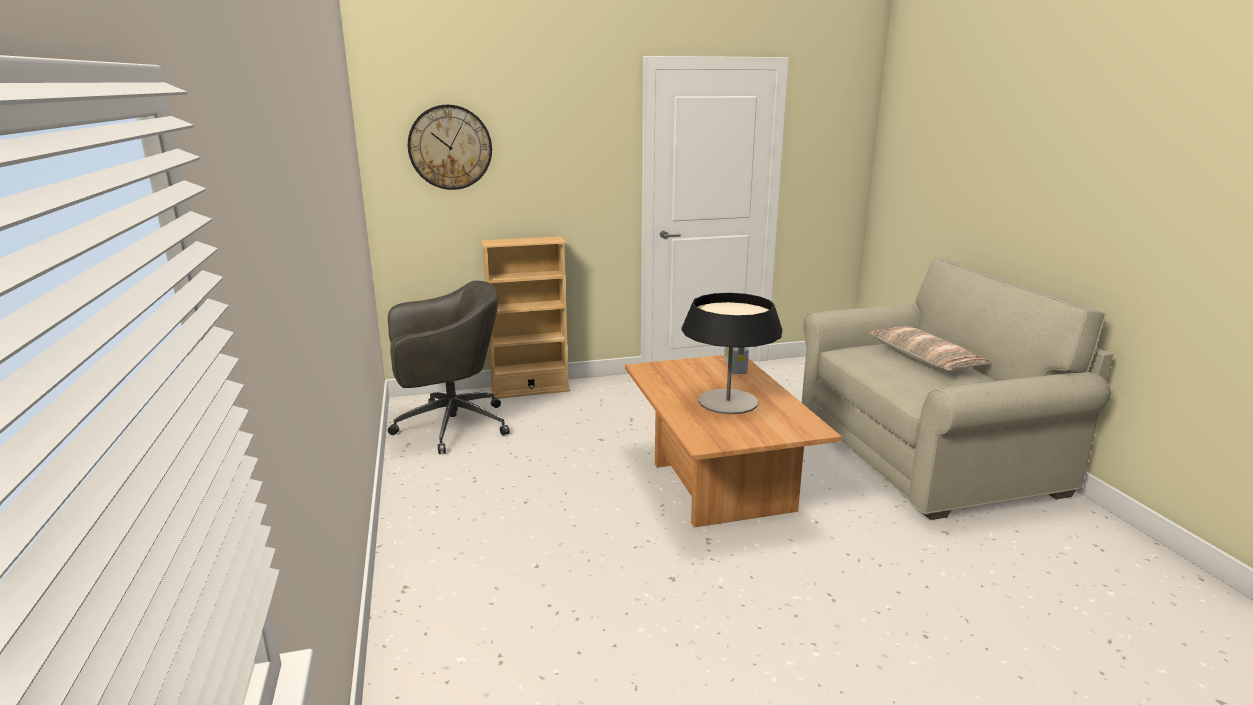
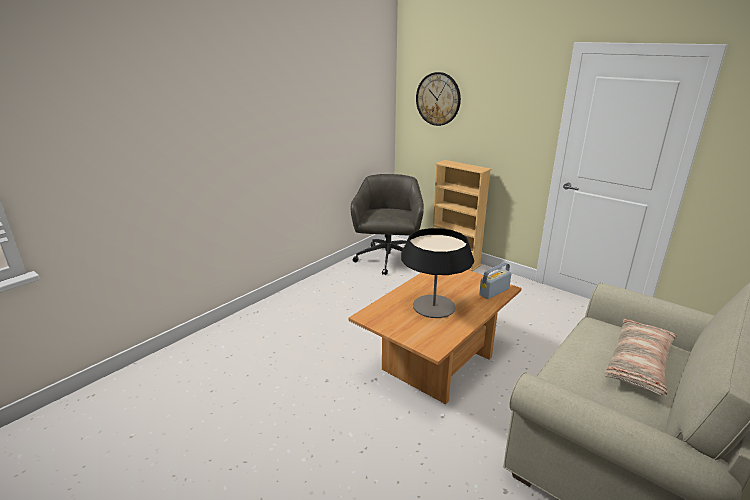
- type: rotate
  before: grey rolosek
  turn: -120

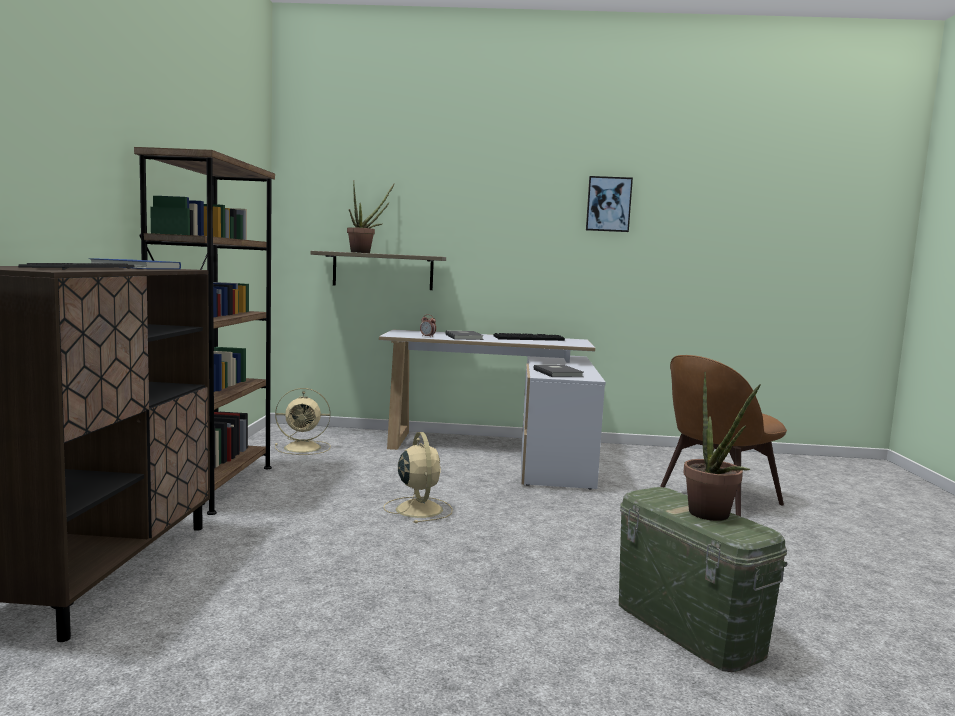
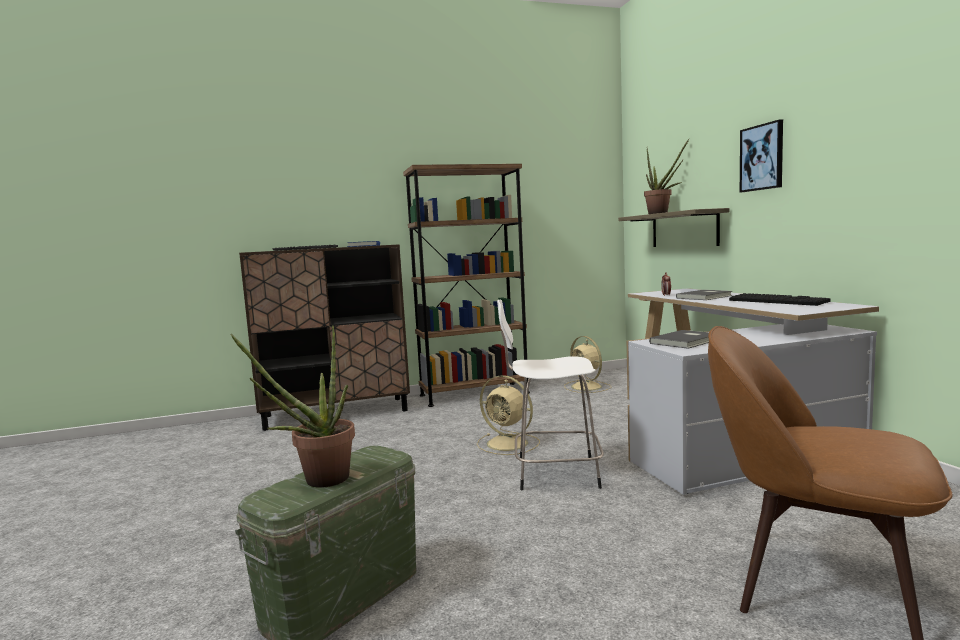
- type: rotate
  before: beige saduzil (2nd from left in the first image)
  turn: 75
- type: move
  before: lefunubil
- type: insert
  after: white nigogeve

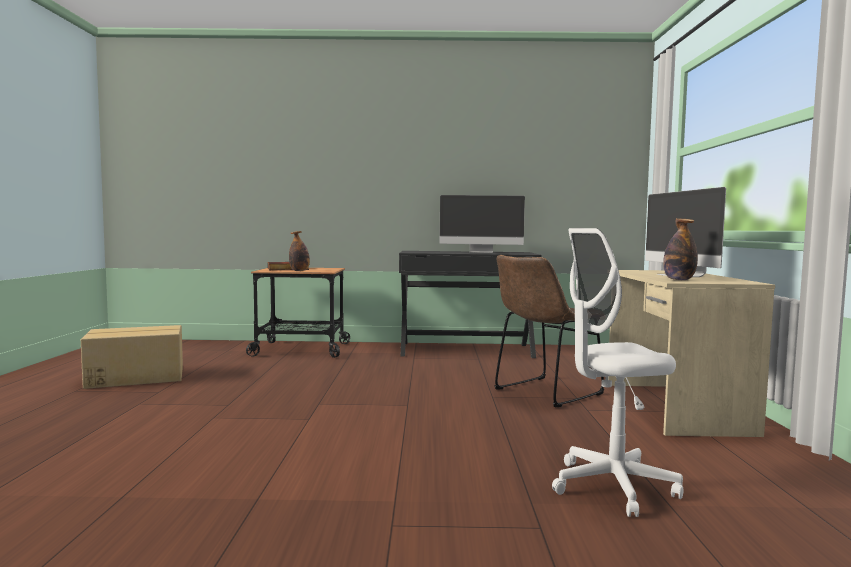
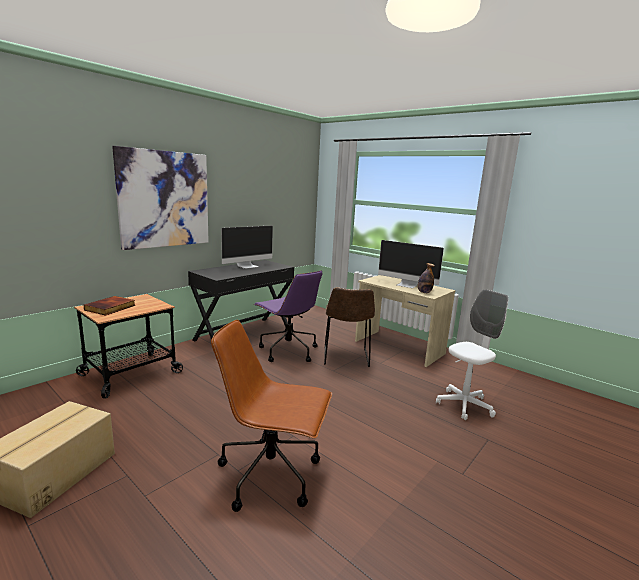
- type: delete
  before: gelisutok (1st from left)
- type: rotate
  before: white rolosek
  turn: -150
- type: insert
  after: lefunubil
- type: insert
  after: brown rolosek
- type: insert
  after: purple rolosek

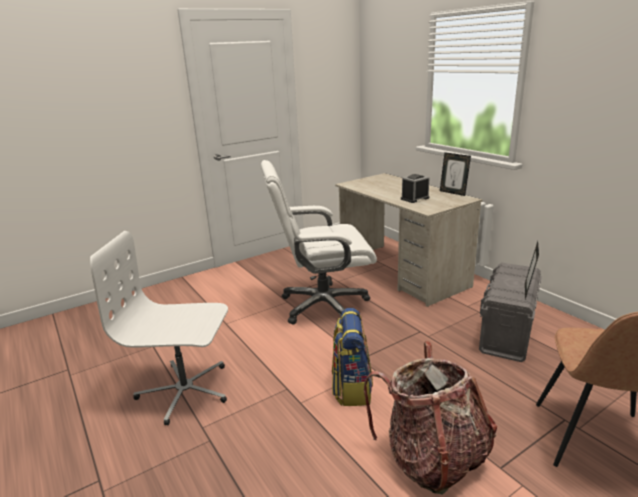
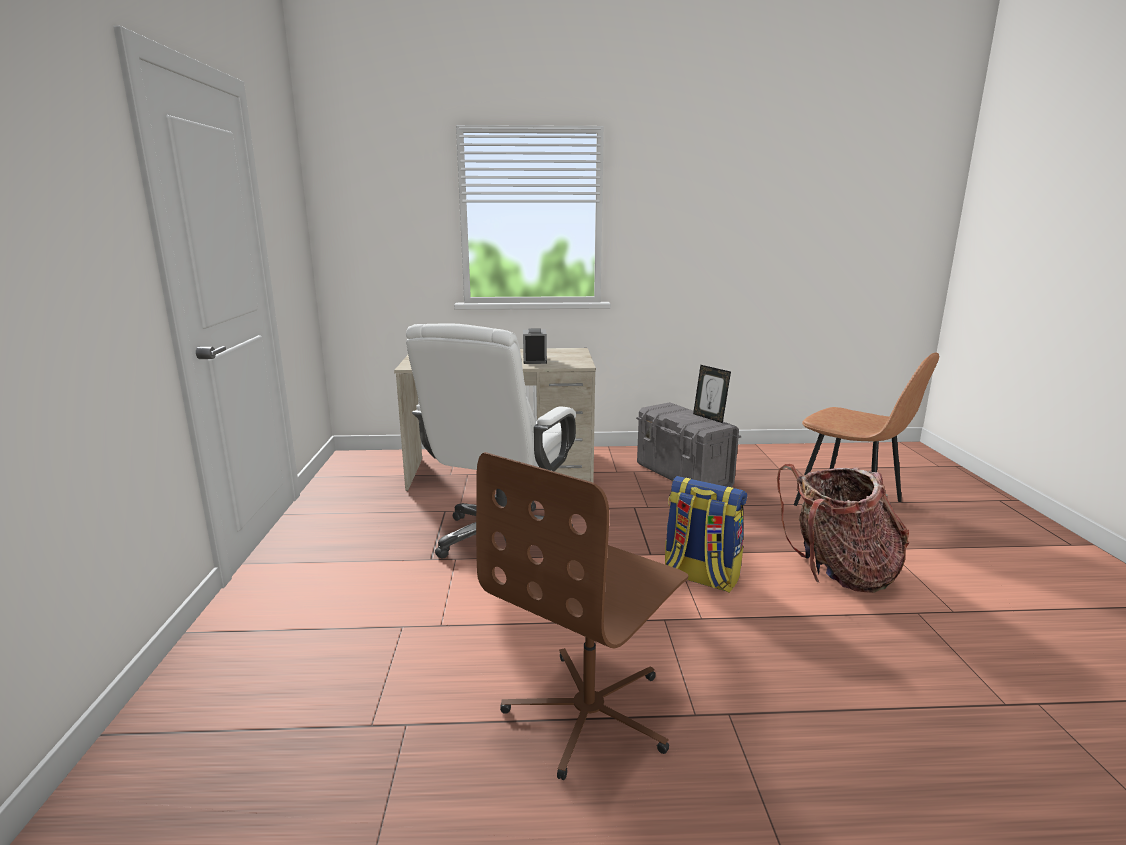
- type: recolor
  before: white rolosek (1st from left)
  after: brown rolosek
- type: delete
  before: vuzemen (1st from left)

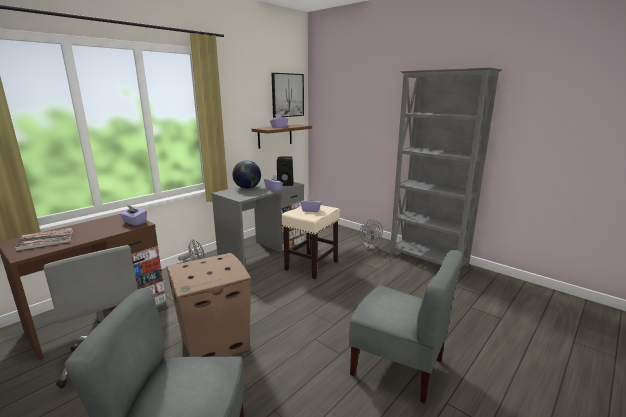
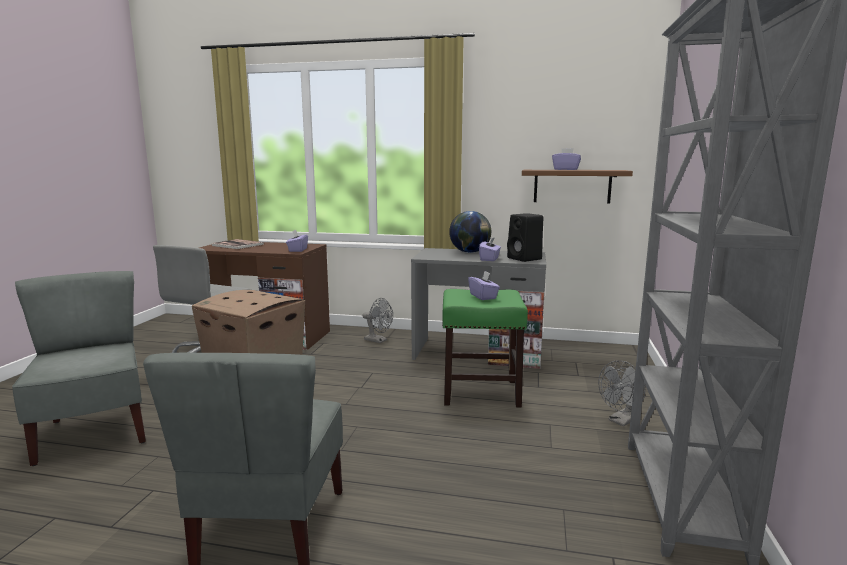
- type: delete
  before: lefunubil
- type: recolor
  before: beige nigogeve
  after: green nigogeve

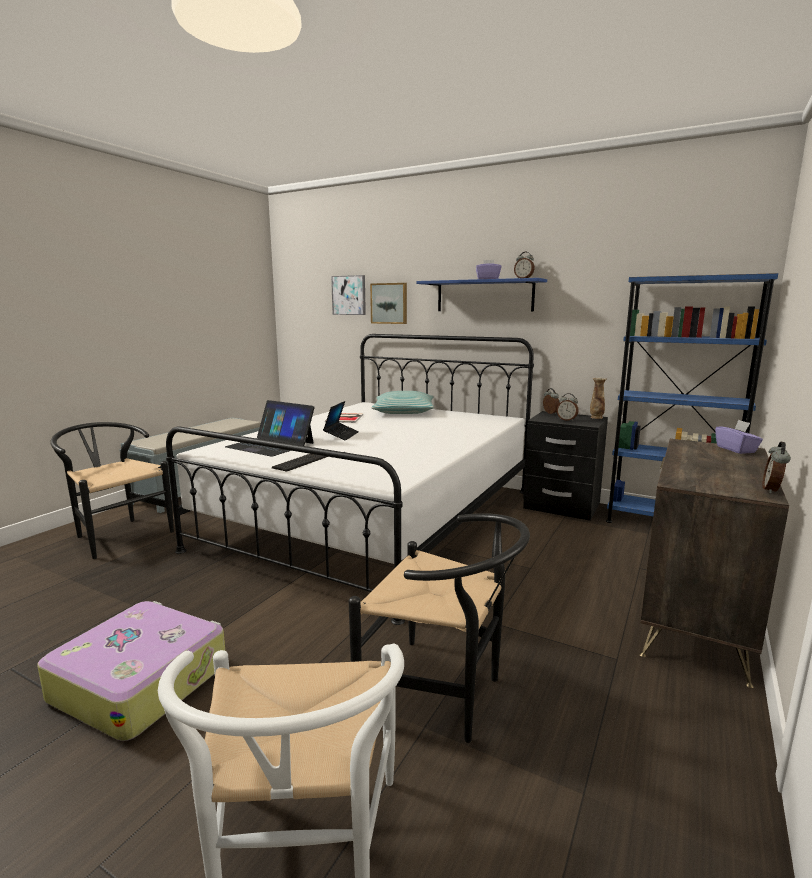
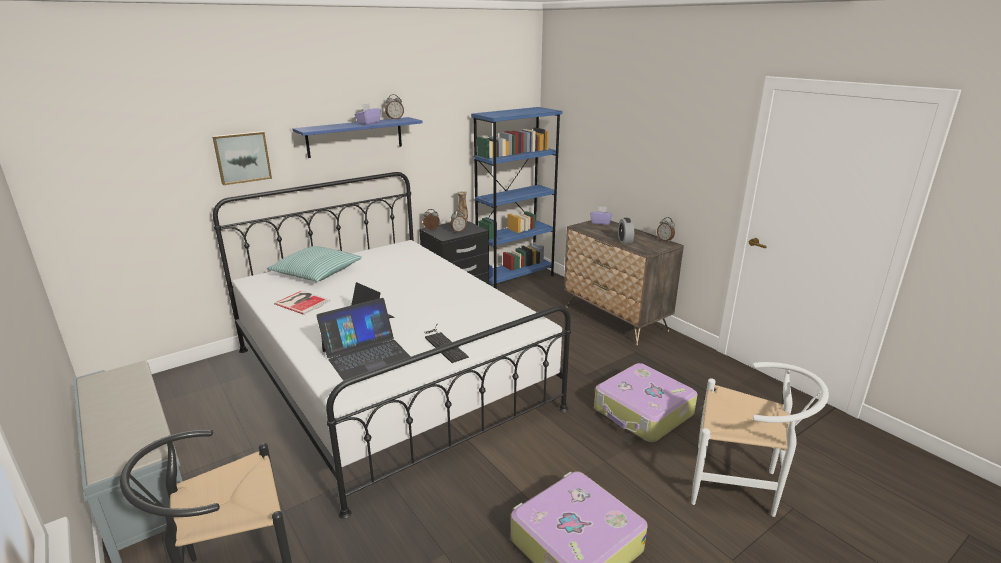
- type: delete
  before: lefunubil (1st from left)
- type: replace
  before: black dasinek (2nd from left)
  after: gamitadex (2nd from left)
- type: insert
  after: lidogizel (4th from left)

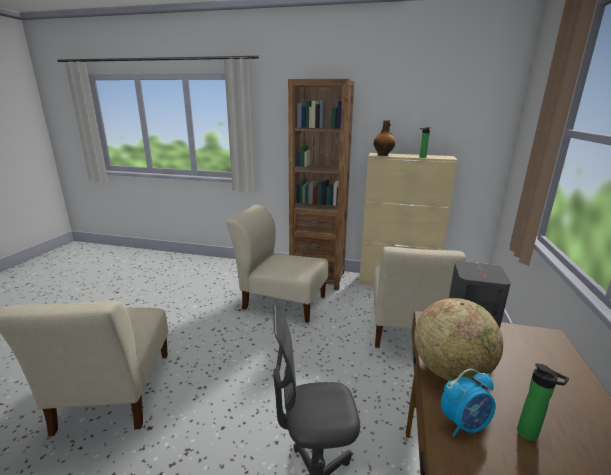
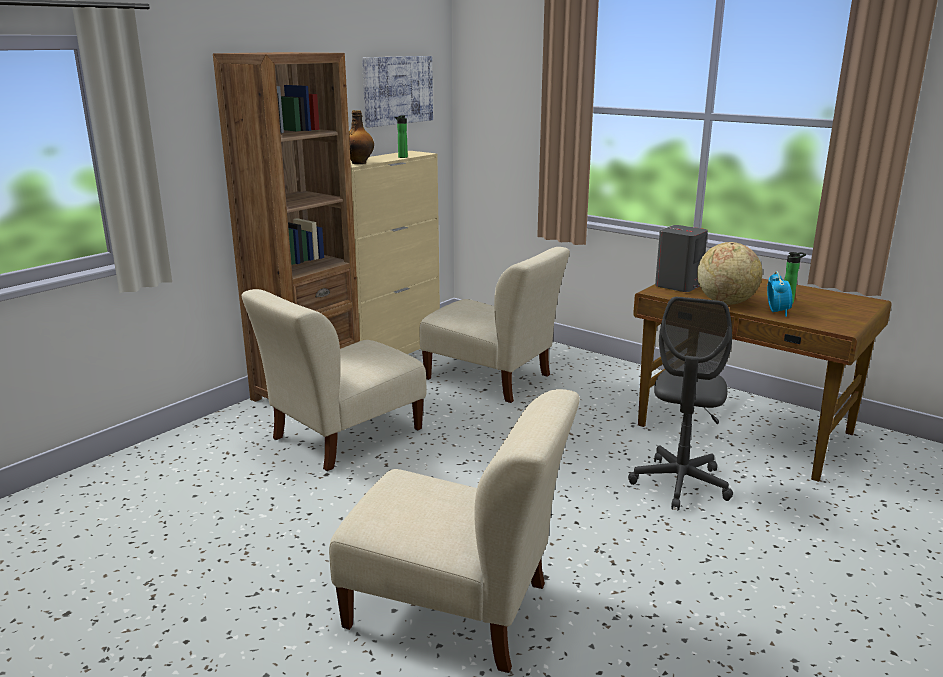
- type: insert
  after: lefunubil

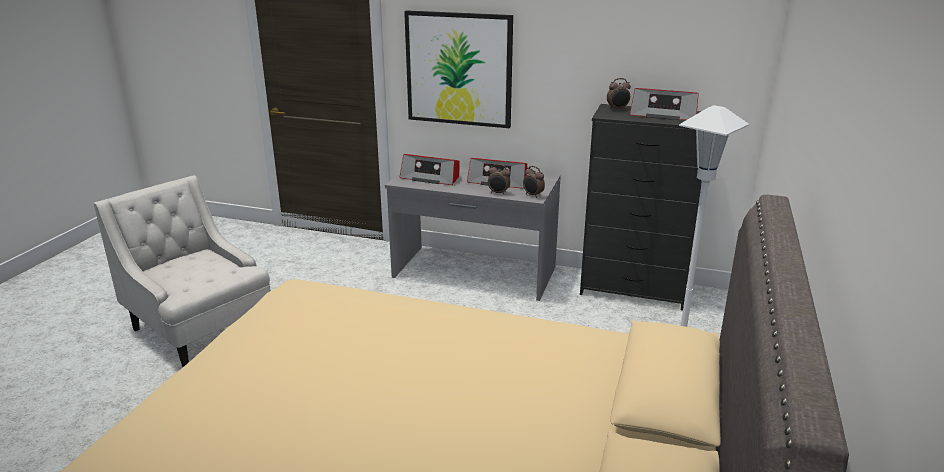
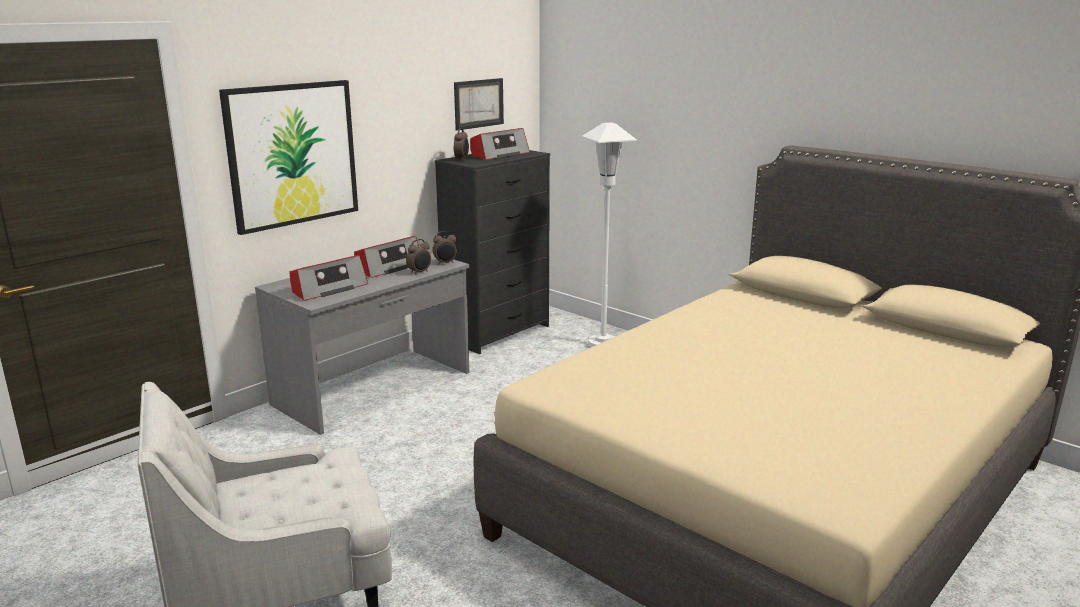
- type: insert
  after: lefunubil (2nd from left)

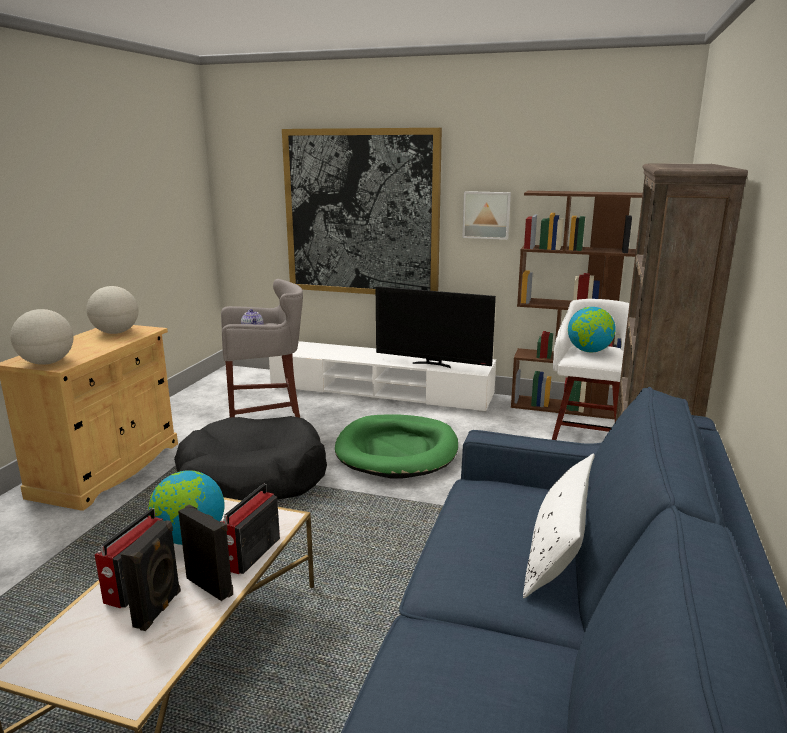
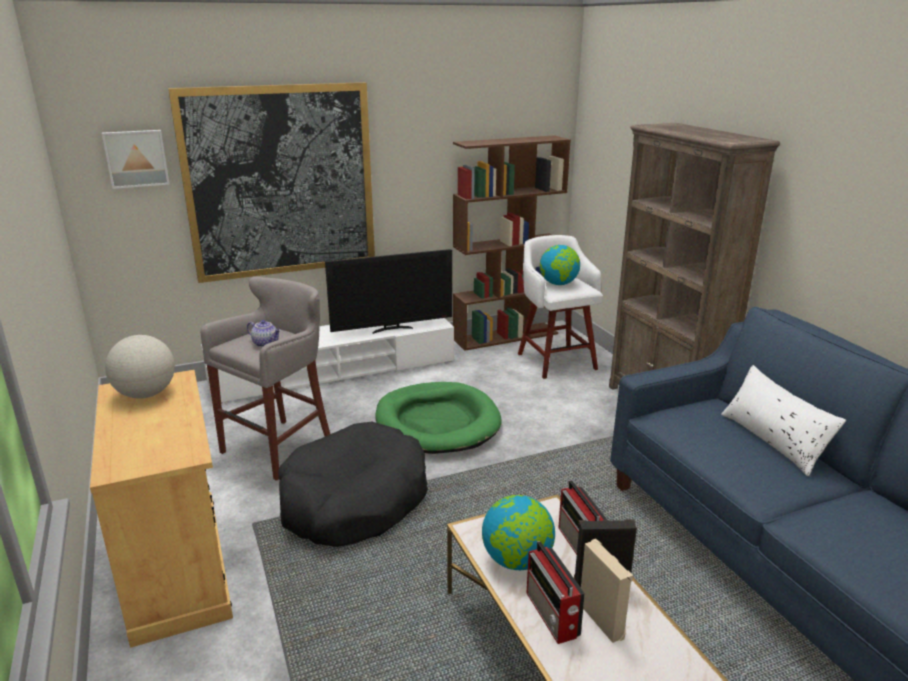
- type: delete
  before: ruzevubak (1st from left)
- type: recolor
  before: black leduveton (1st from left)
  after: beige leduveton
- type: move
  before: lefunubil (2nd from left in the first image)
  after: lefunubil (1st from left)

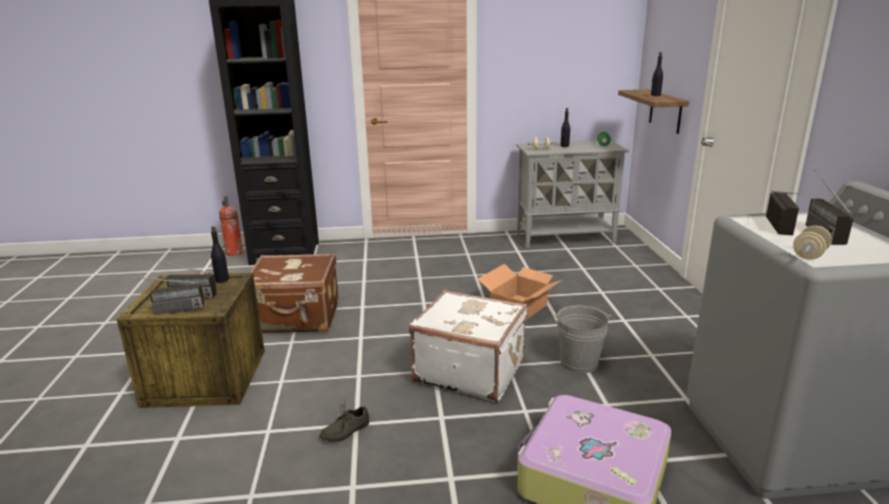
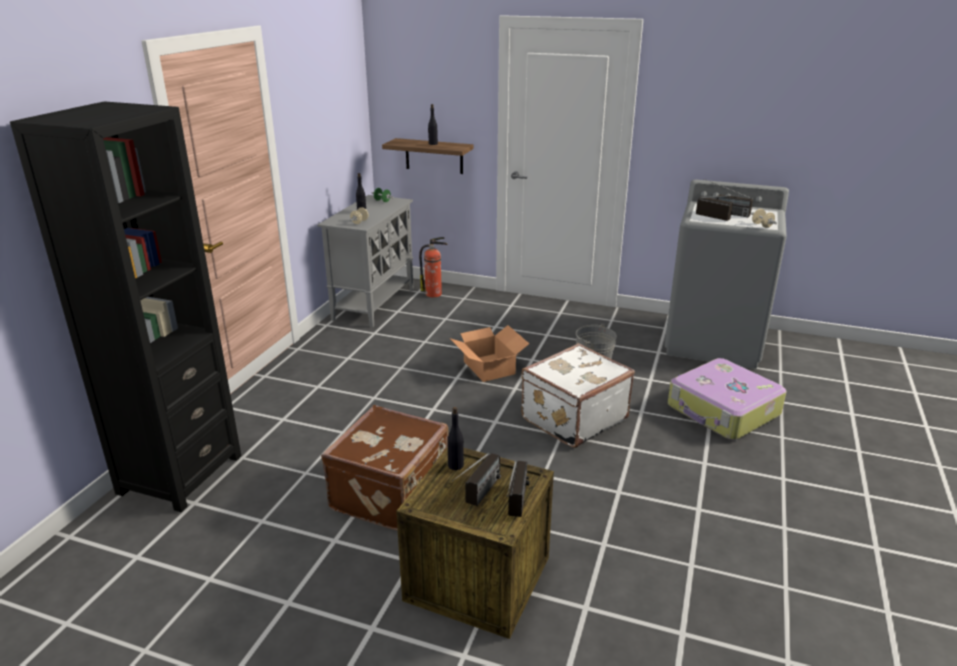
- type: move
  before: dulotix
- type: delete
  before: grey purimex

